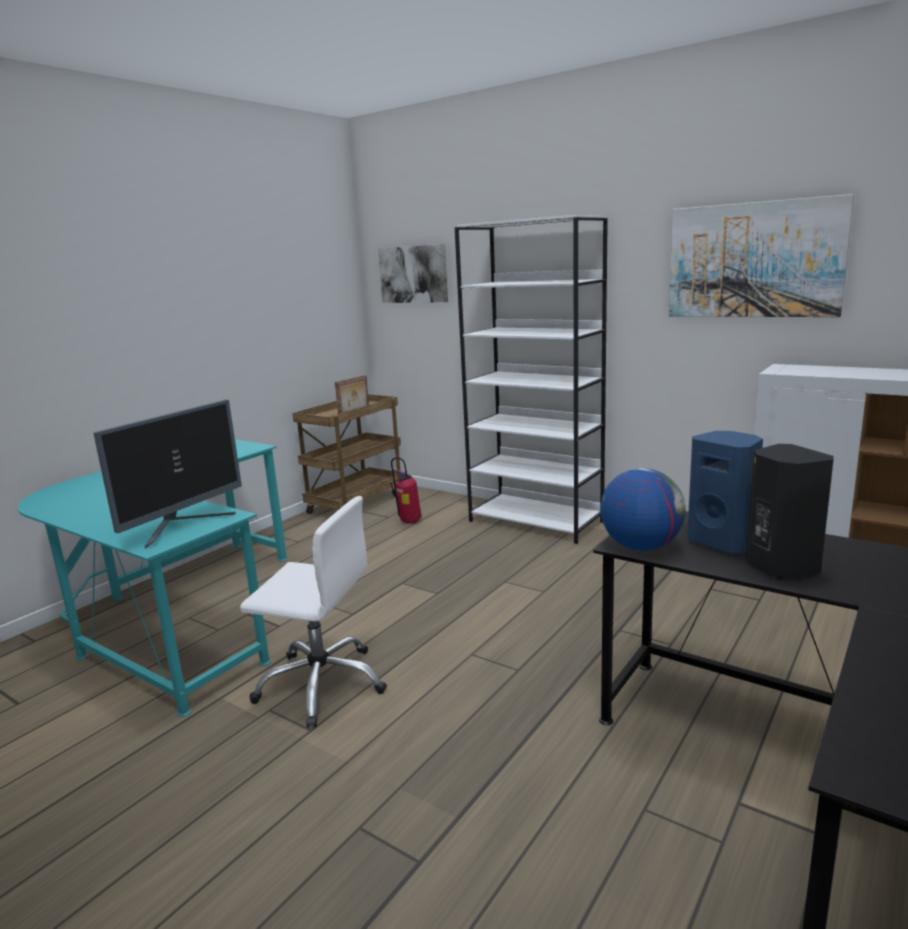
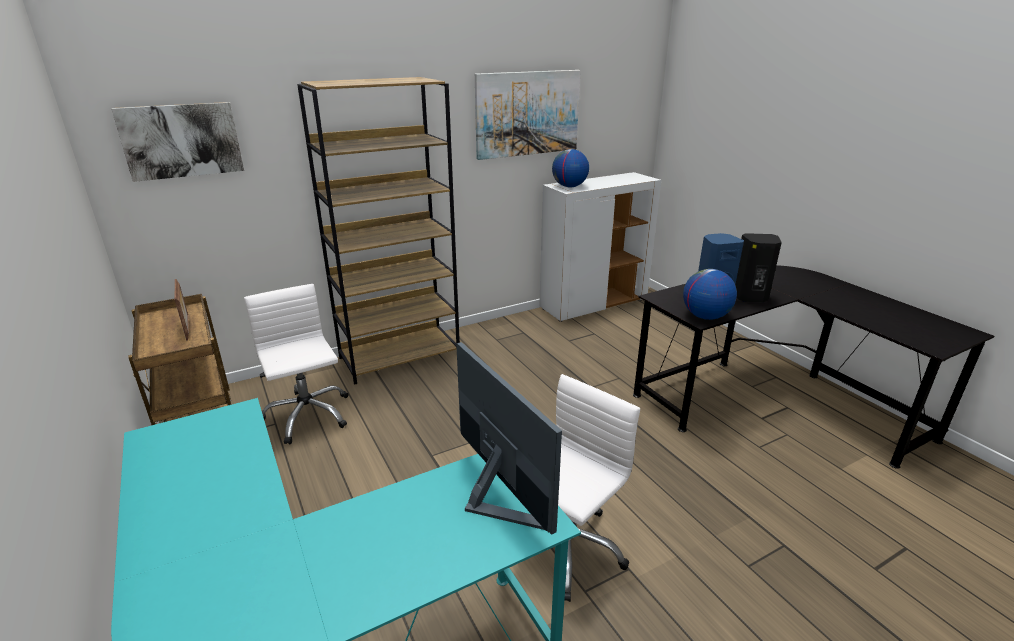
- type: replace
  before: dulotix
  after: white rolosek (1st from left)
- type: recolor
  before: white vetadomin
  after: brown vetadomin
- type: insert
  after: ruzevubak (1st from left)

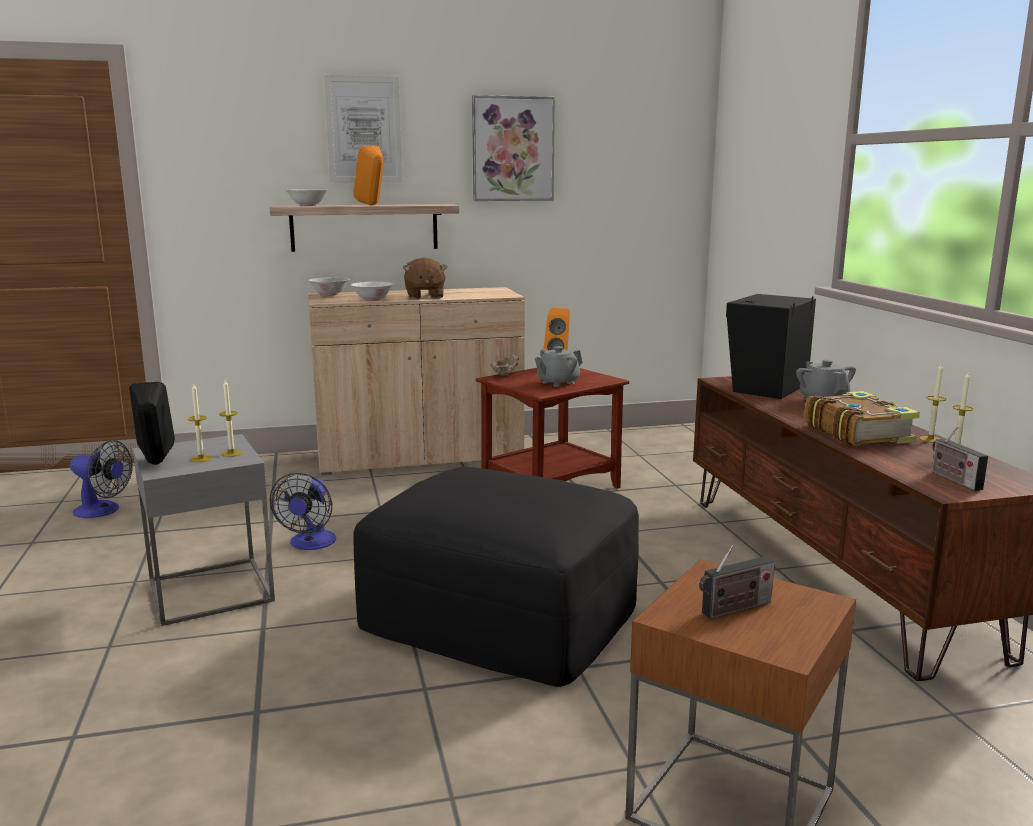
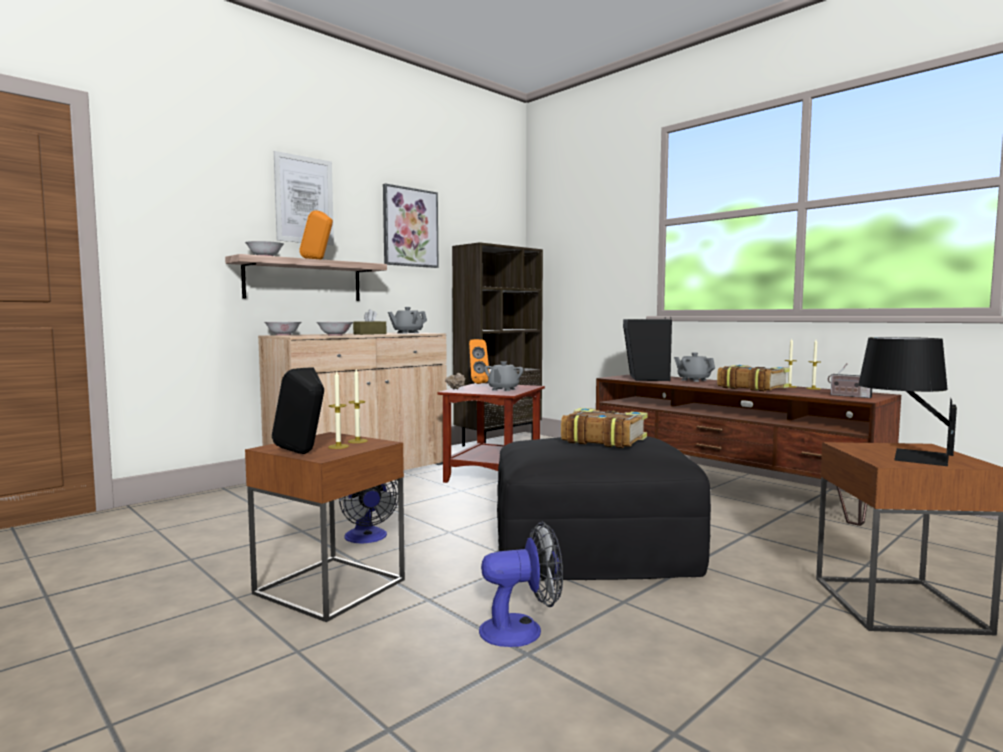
- type: move
  before: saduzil (1st from left in the first image)
  after: saduzil (2nd from left)
- type: recolor
  before: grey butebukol
  after: brown butebukol (1st from left)
- type: replace
  before: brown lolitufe
  after: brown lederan
- type: replace
  before: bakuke (1st from left)
  after: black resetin
- type: insert
  after: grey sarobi (1st from left)
- type: insert
  after: brown vetadomin
- type: insert
  after: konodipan (1st from left)

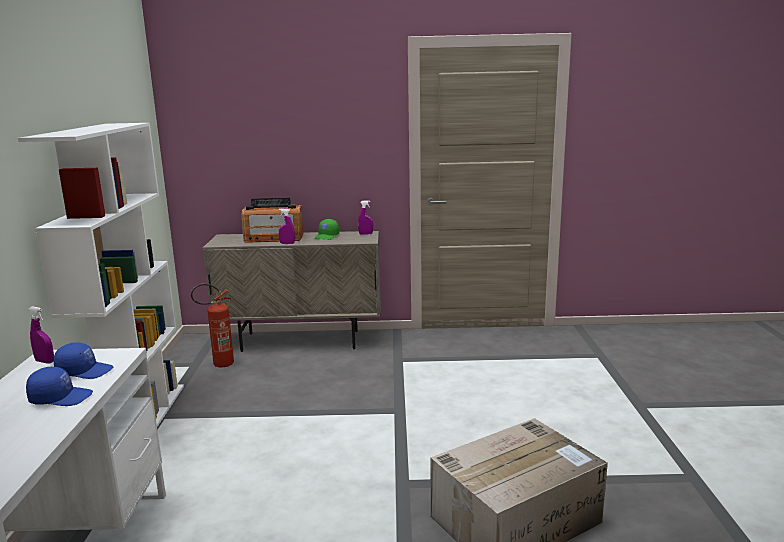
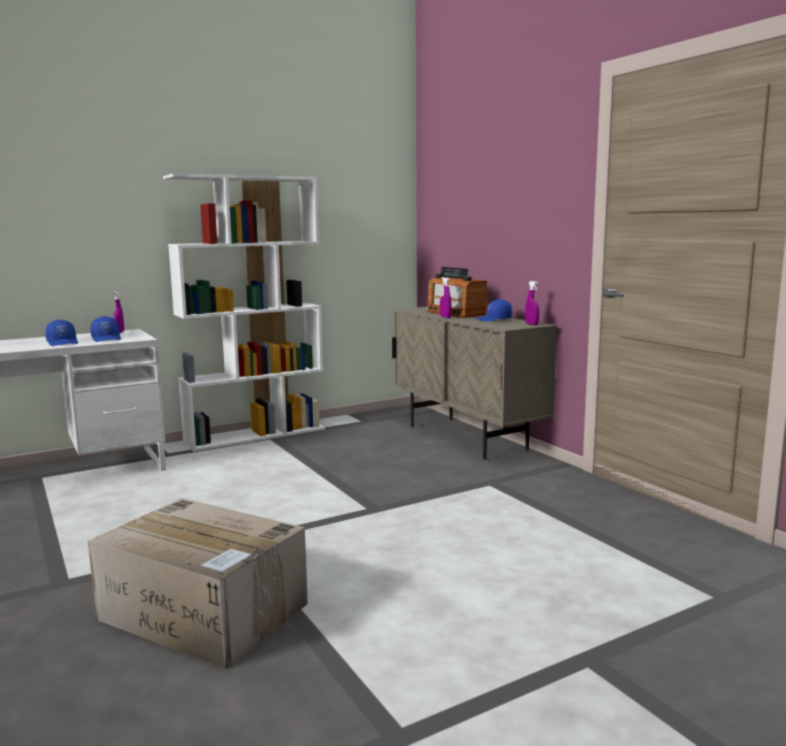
- type: delete
  before: dulotix
- type: recolor
  before: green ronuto
  after: blue ronuto (3rd from left)

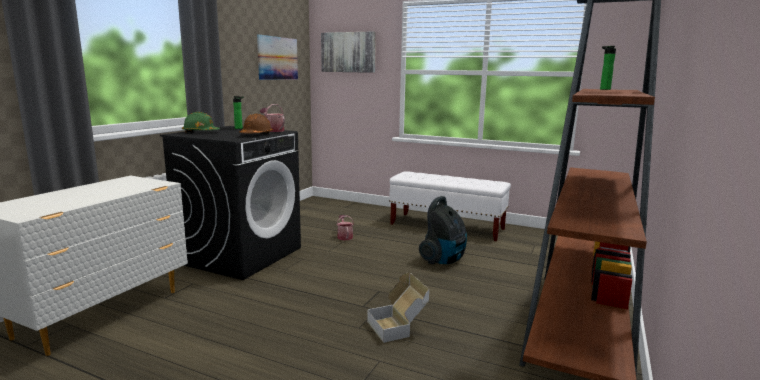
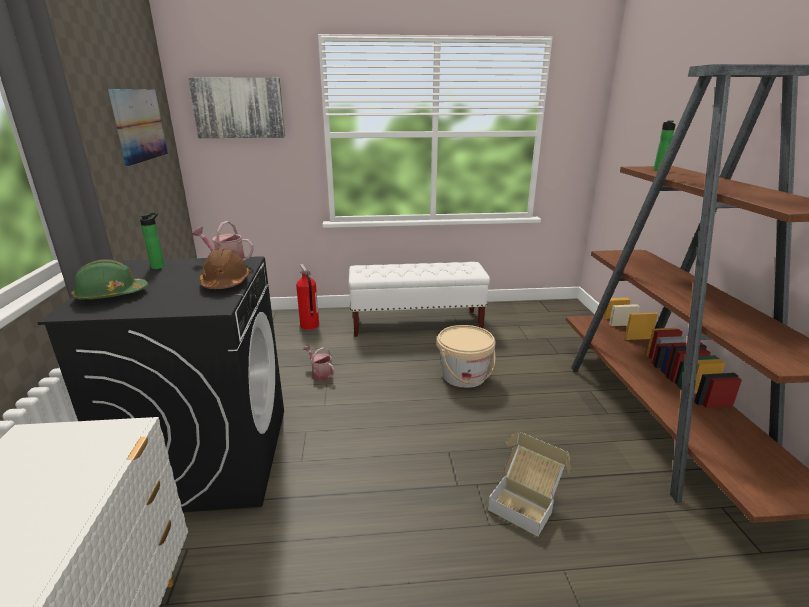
- type: replace
  before: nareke
  after: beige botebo
- type: insert
  after: dulotix

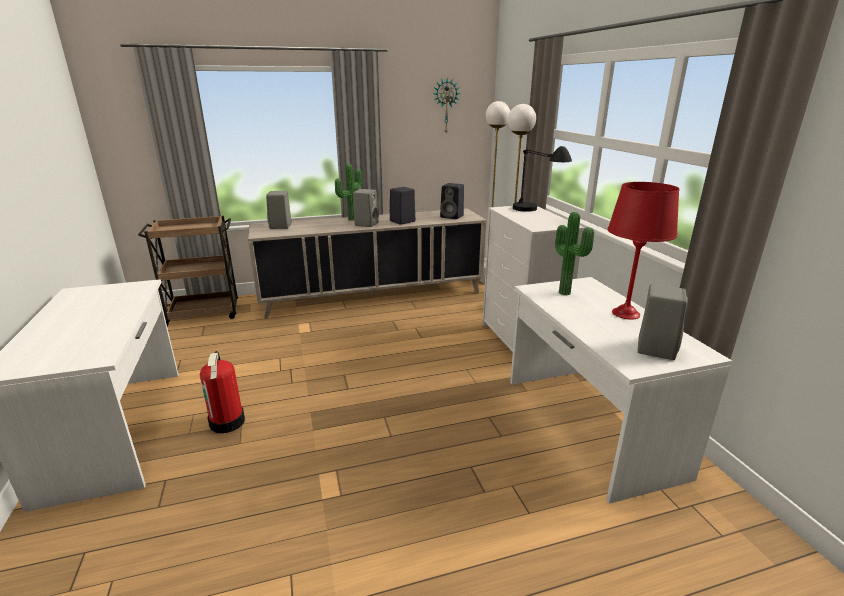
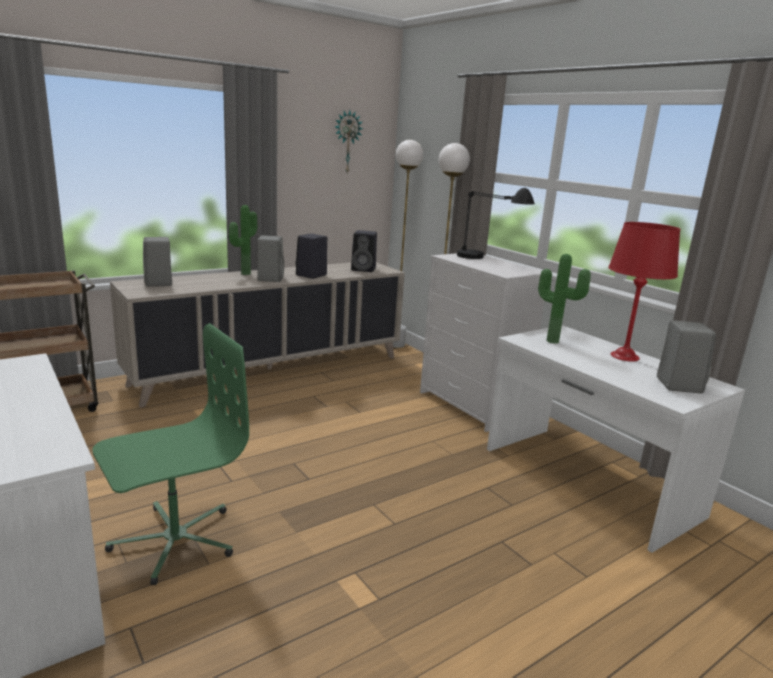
- type: replace
  before: dulotix
  after: green rolosek

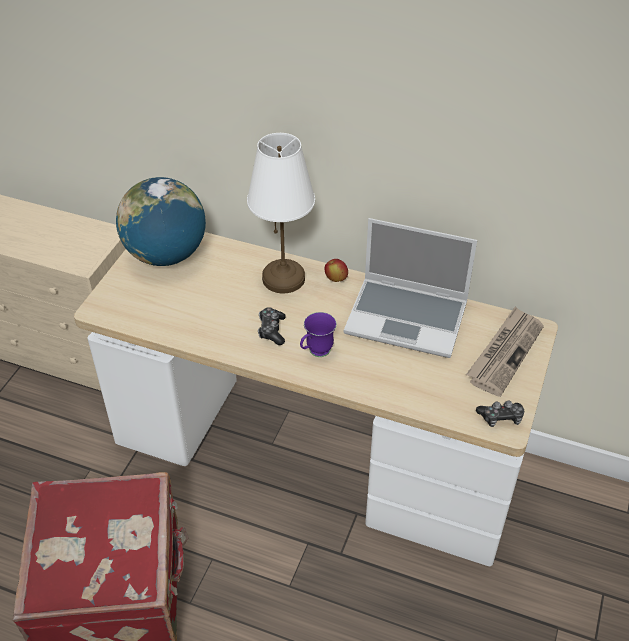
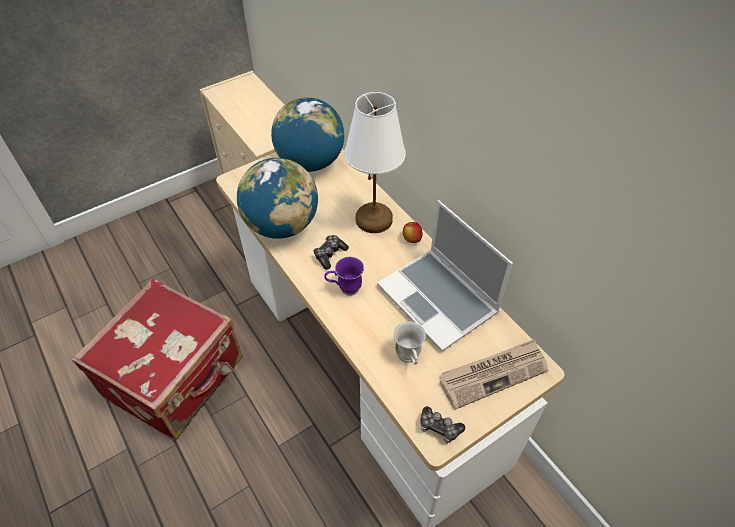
- type: insert
  after: ruzevubak (1st from left)
- type: insert
  after: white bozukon

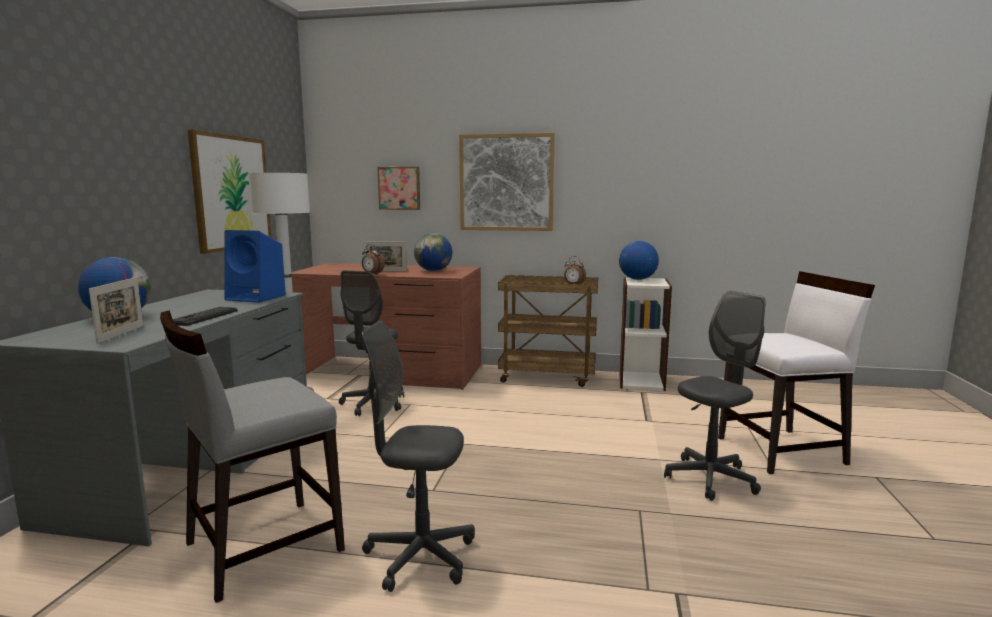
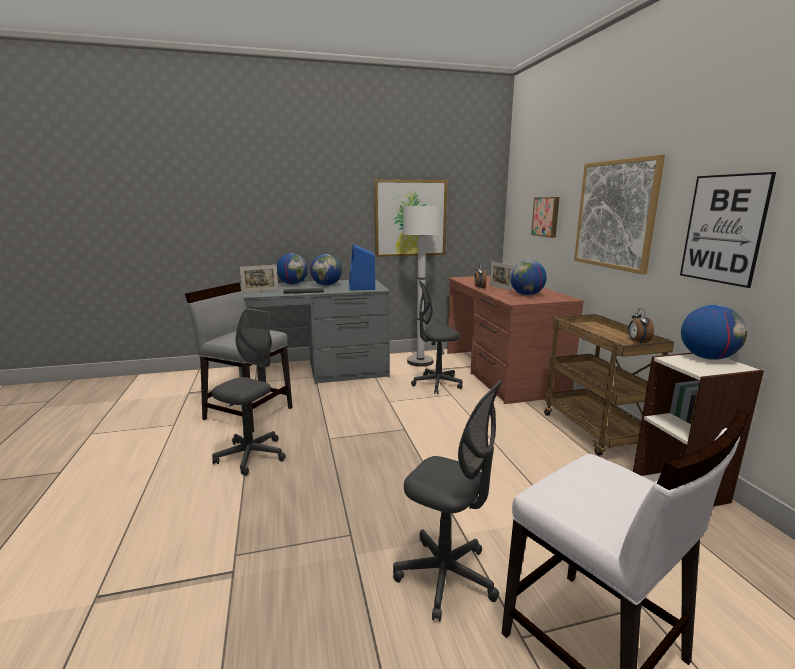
- type: rotate
  before: grey rolosek (2nd from left in the first image)
  turn: 45
- type: insert
  after: ruzevubak (2nd from left)
- type: insert
  after: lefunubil (4th from left)

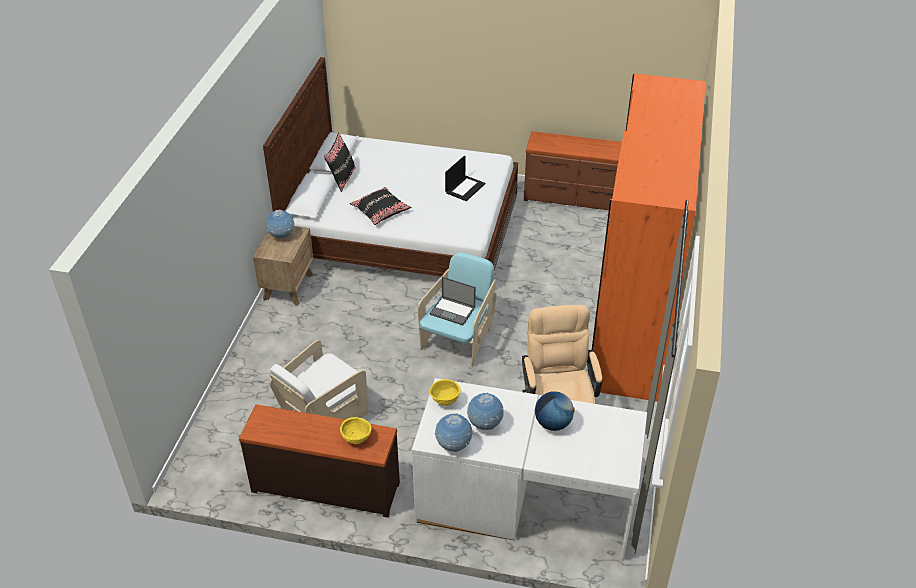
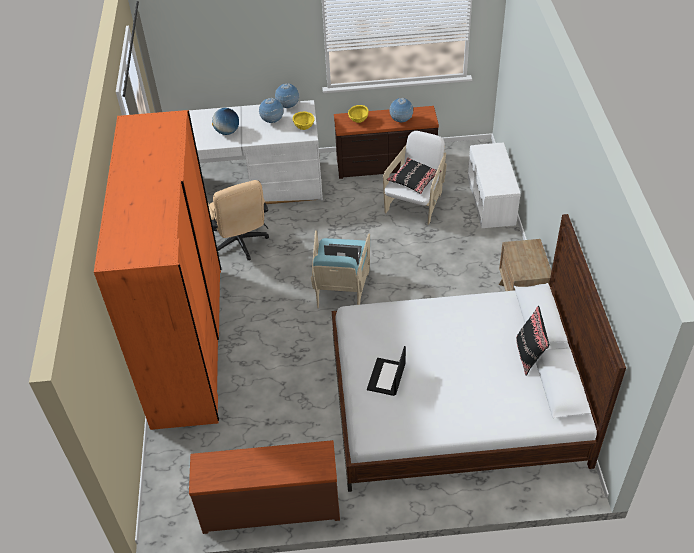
- type: move
  before: ruzevubak (1st from left in the first image)
  after: ruzevubak (4th from left)
- type: move
  before: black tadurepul (2nd from left in the first image)
  after: black tadurepul (1st from left)
- type: insert
  after: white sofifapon

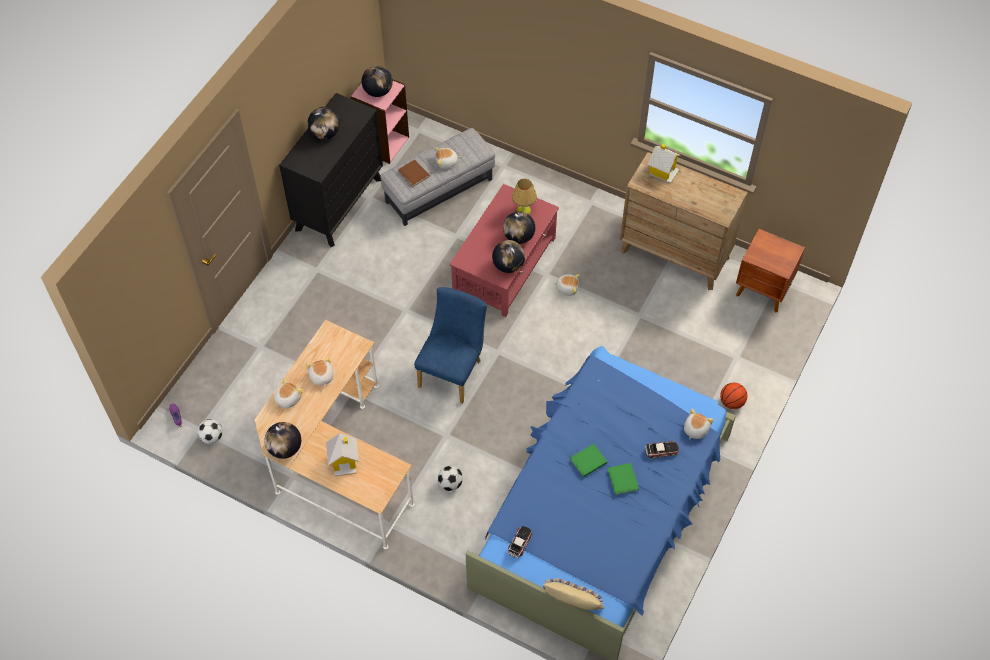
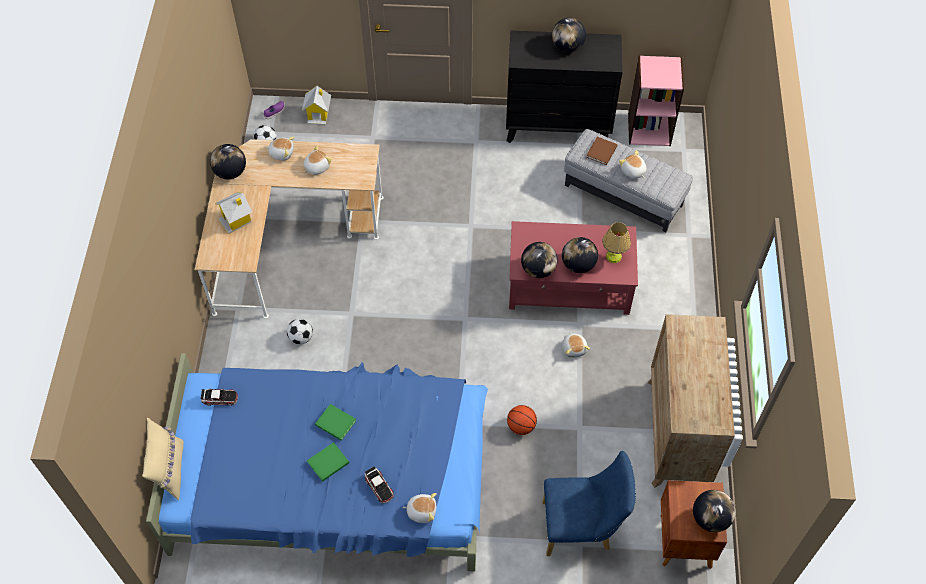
- type: move
  before: ruzevubak (3rd from left in the first image)
  after: ruzevubak (5th from left)
- type: move
  before: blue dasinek
- type: move
  before: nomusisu (2nd from left)
- type: move
  before: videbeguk

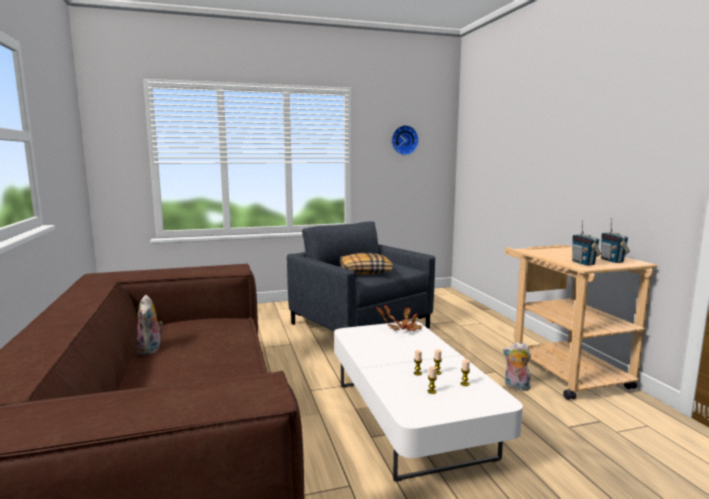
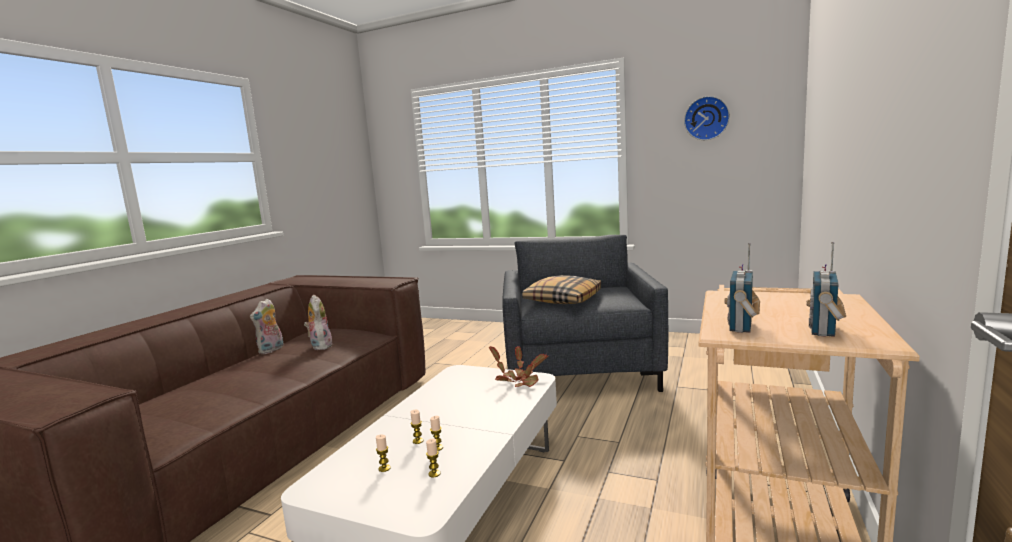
- type: move
  before: lolitufe (2nd from left)

